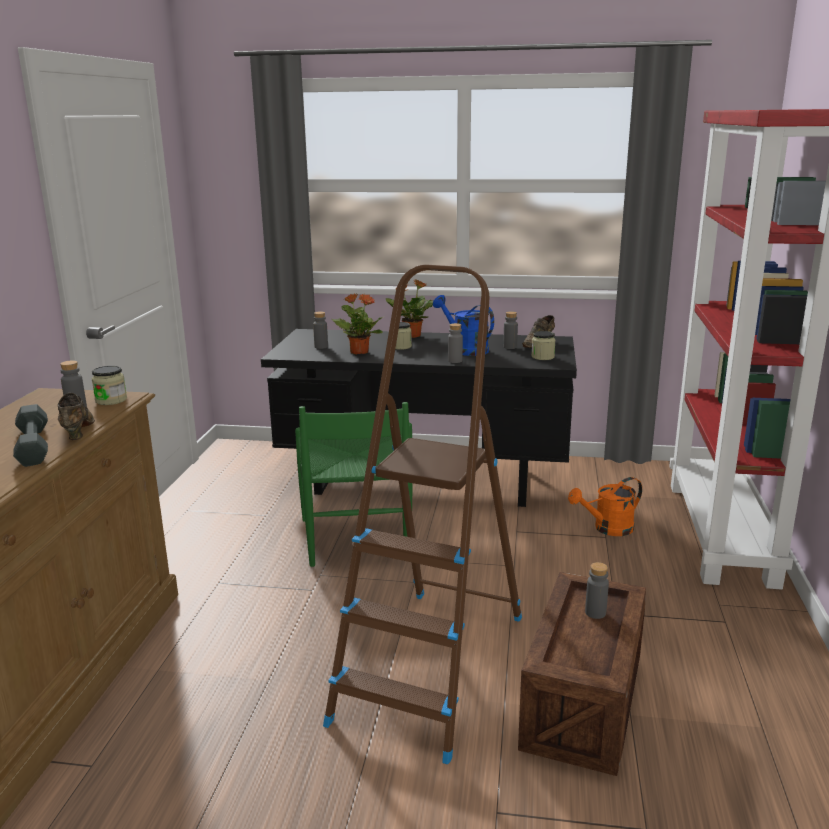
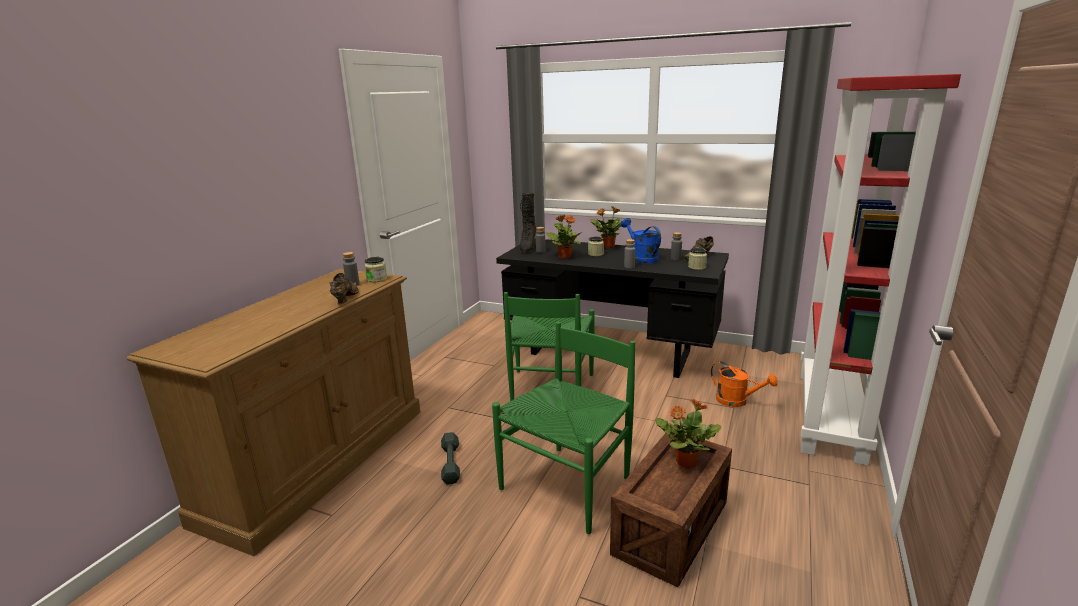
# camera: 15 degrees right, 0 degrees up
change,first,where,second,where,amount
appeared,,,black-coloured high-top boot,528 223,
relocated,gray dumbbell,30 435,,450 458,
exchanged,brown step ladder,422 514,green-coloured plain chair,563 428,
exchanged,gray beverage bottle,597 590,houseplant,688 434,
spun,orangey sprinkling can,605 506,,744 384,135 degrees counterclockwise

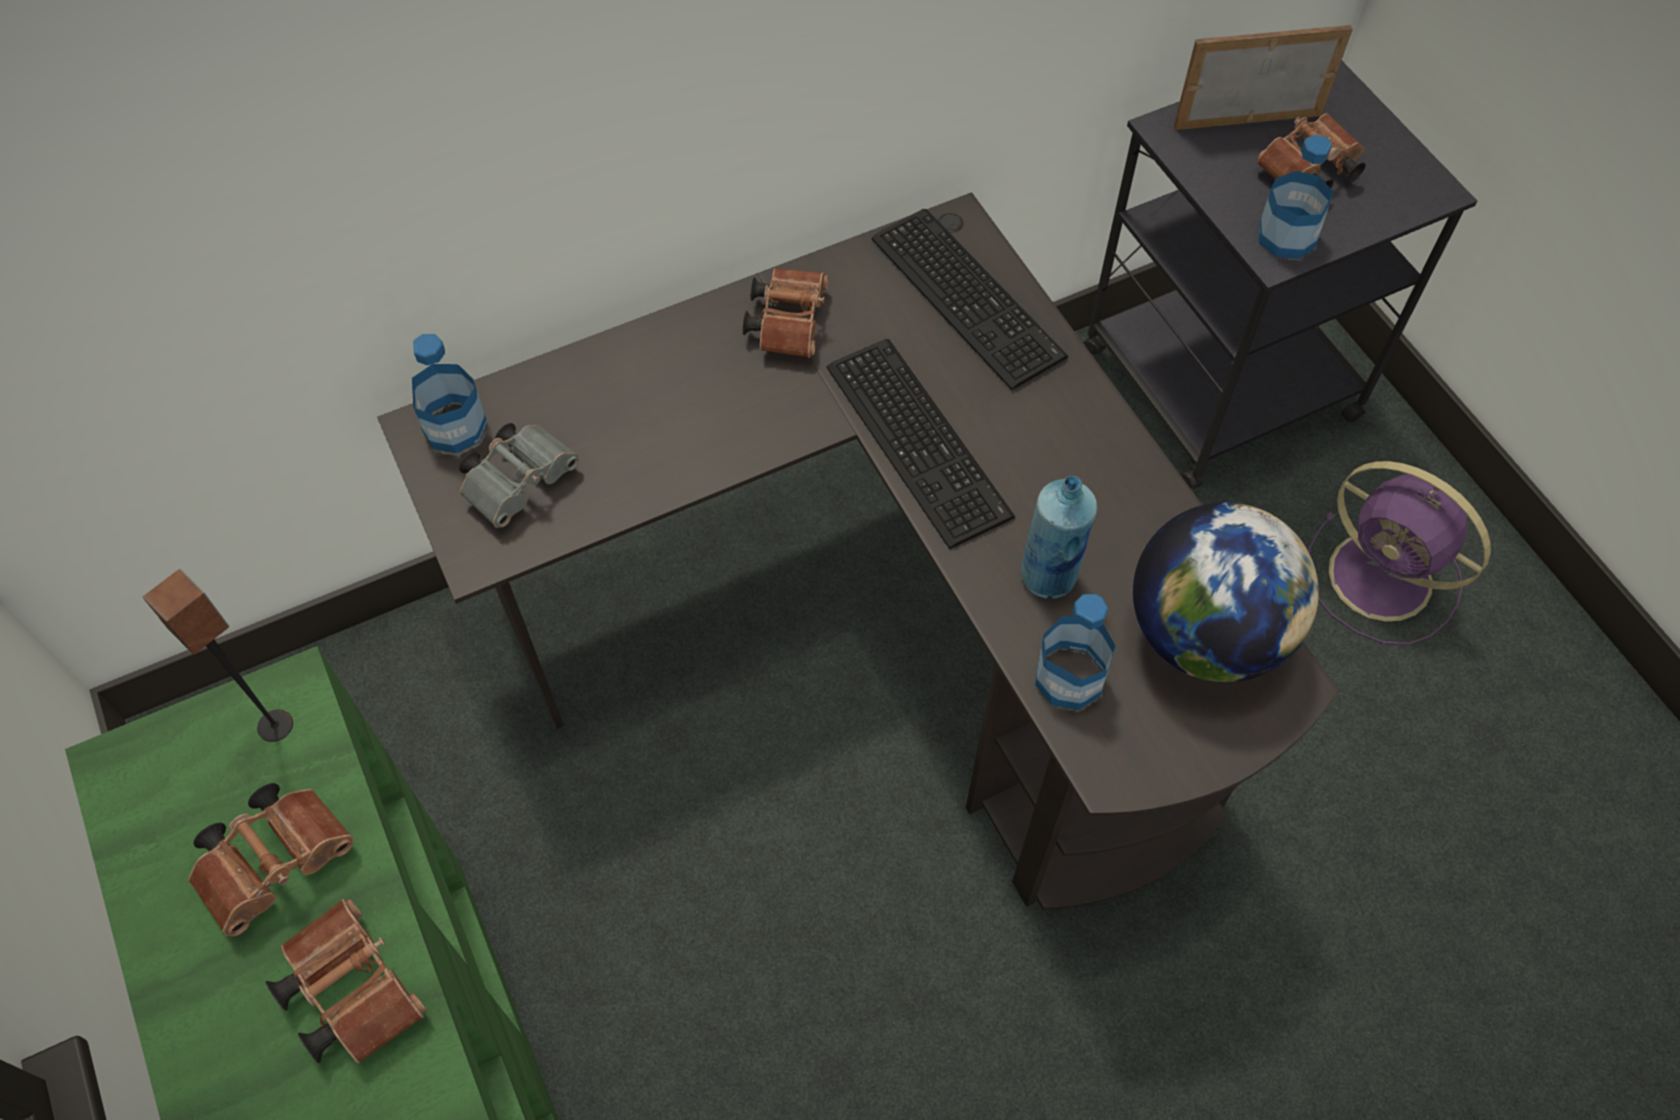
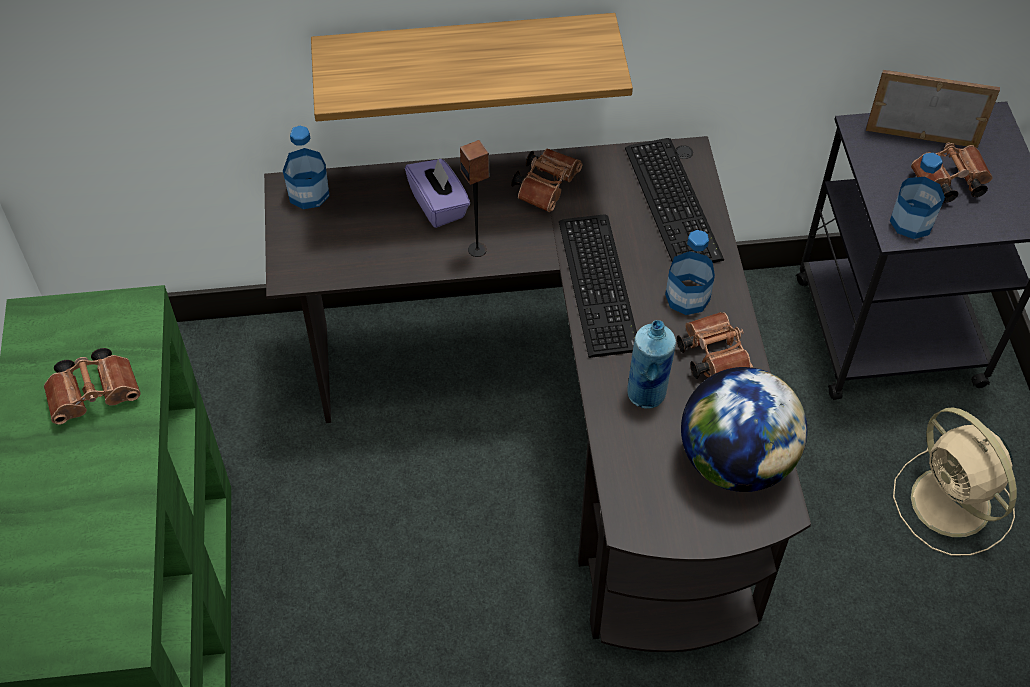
# camera: 20 degrees right, 5 degrees down
change,first,where,second,where,amount
missing,gray pair of binoculars,519 475,,,
appeared,,,wall shelf,472 67,
appeared,,,purple-coloured box of tissues,437 193,
relocated,audio speaker,218 655,,474 198,
relocated,brown pair of binoculars,346 981,,715 345,
relocated,beverage bottle,1075 652,,690 272,
colour,purple-coloured fan,1399 553,beige fan,955 481,

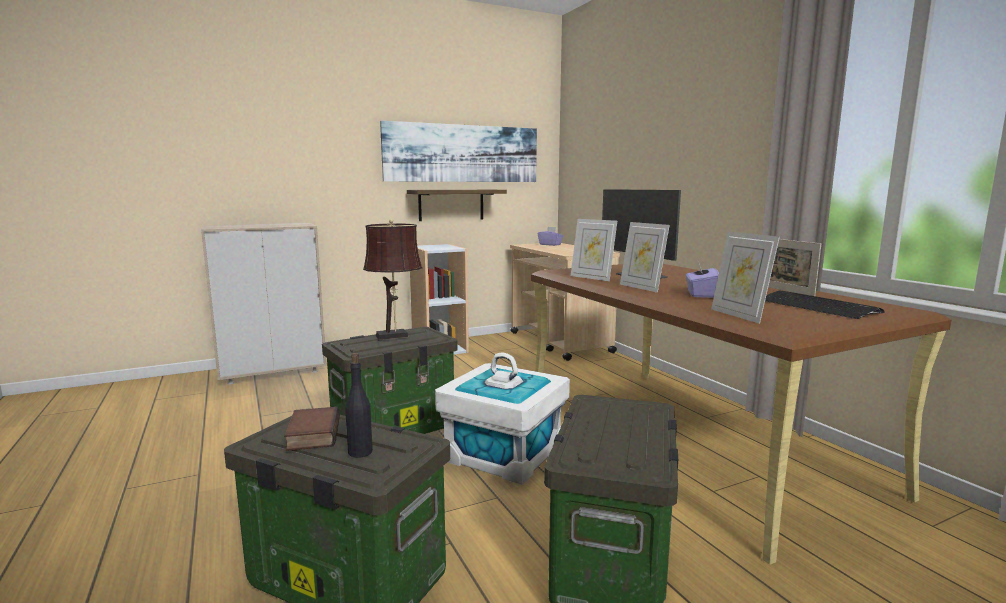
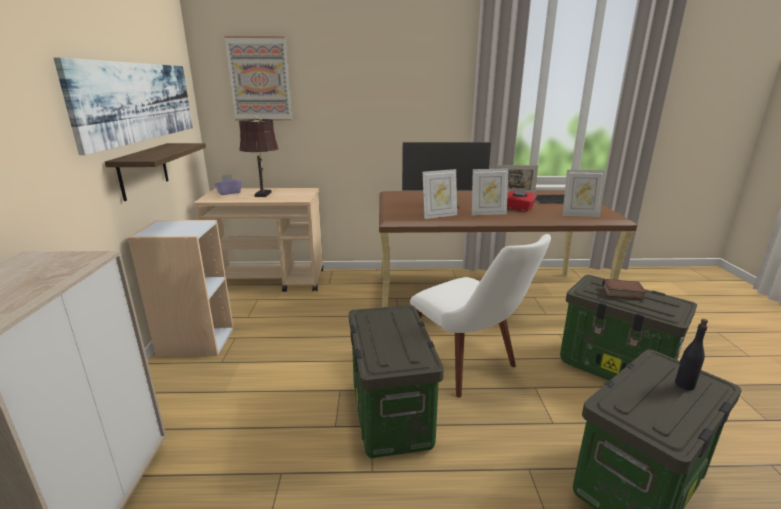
# camera: 65 degrees left, 10 degrees up
change,first,where,second,where,amount
appeared,,,picture,258 78,
relocated,bound book,312 429,,624 289,
relocated,brown lamp for a table,392 279,,259 156,
exchanged,whitish storage container,502 418,whitish plain chair,480 315,
colour,purple-coloured box of tissues,702 280,reddish box of tissues,521 199,

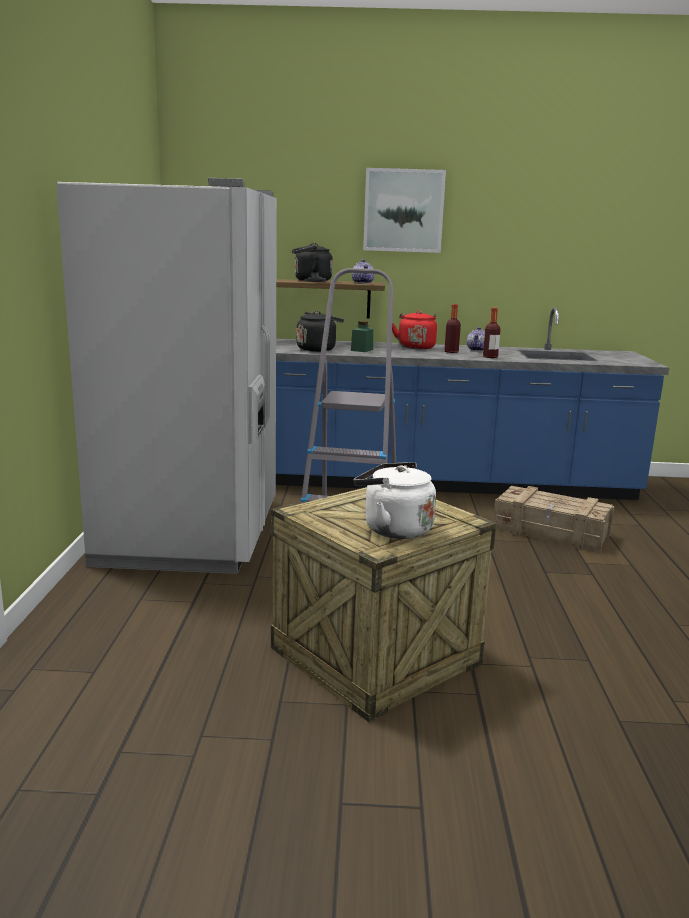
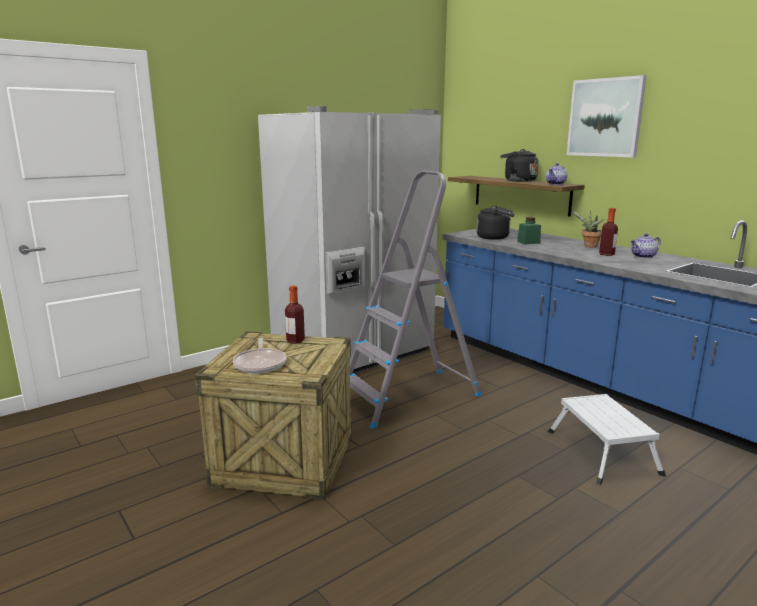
# camera: 50 degrees right, 0 degrees up
change,first,where,second,where,amount
relocated,beverage bottle,492 333,,295 315,
exchanged,whitish water kettle,395 500,frying pan,260 356,
exchanged,reddish water kettle,414 330,houseplant,587 229,
exchanged,shipping crate,553 519,whitish step ladder,606 439,

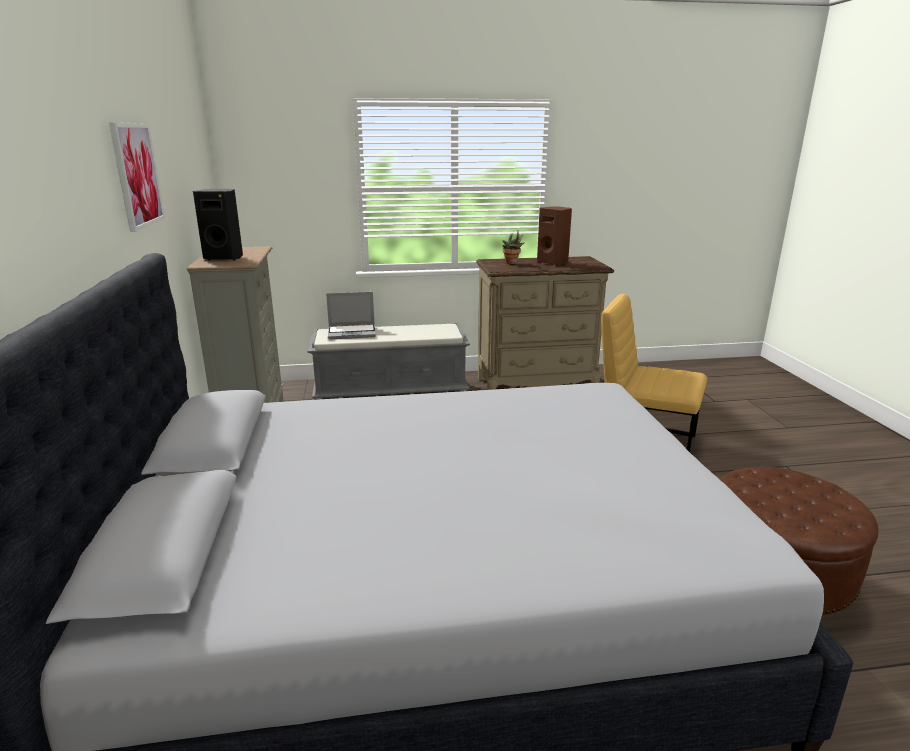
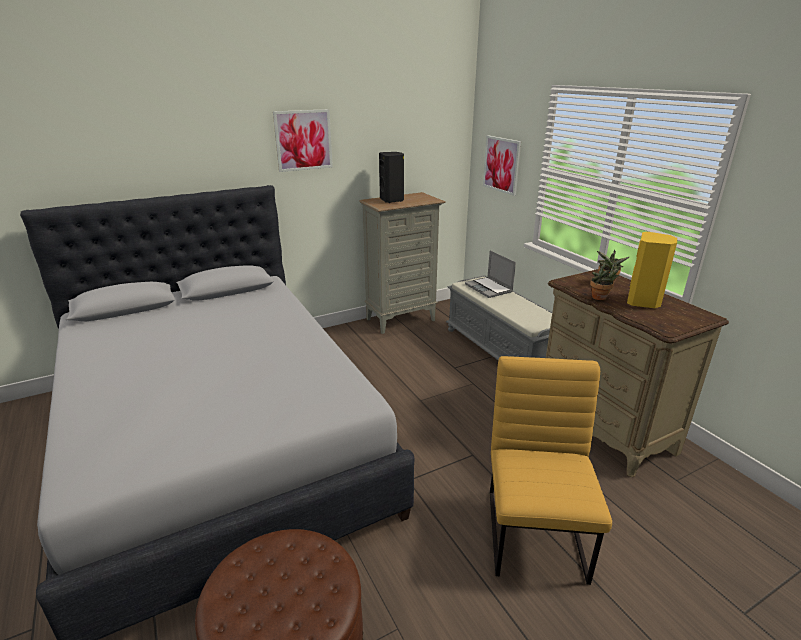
# camera: 70 degrees right, 5 degrees up
change,first,where,second,where,amount
appeared,,,picture,502 165,
appeared,,,houseplant,604 280,
colour,brown audio speaker,554 236,yellow audio speaker,652 270,

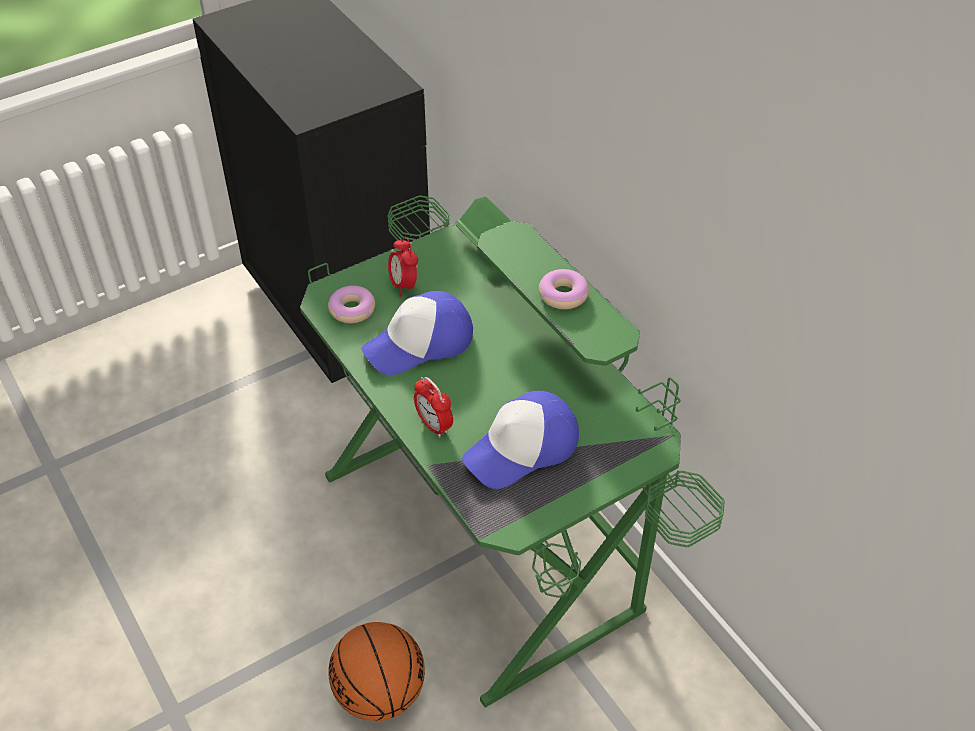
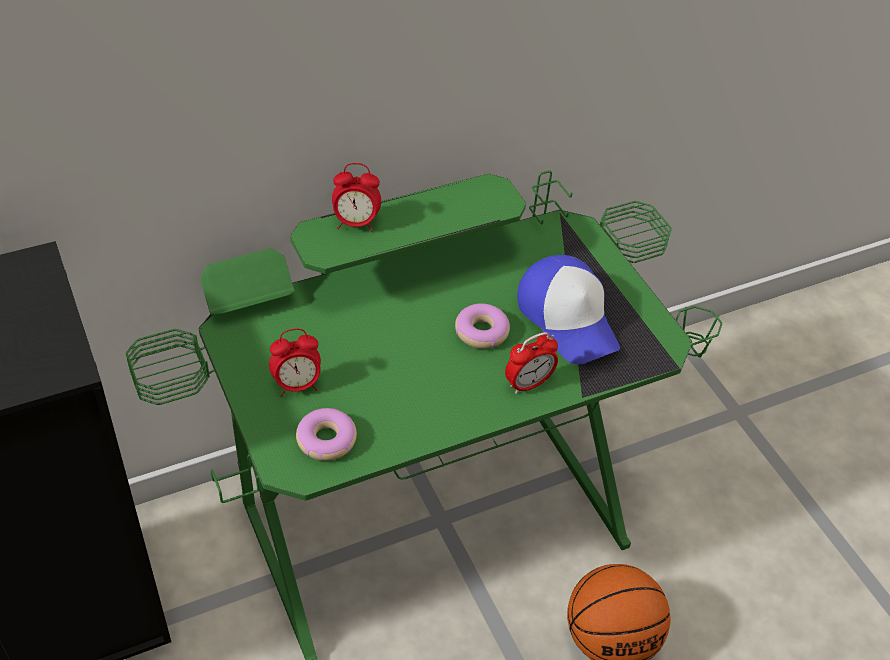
# camera: 85 degrees left, 0 degrees up
change,first,where,second,where,amount
missing,peaked cap,417 333,,,
appeared,,,alarm clock,356 197,
relocated,doughnut,564 289,,482 326,

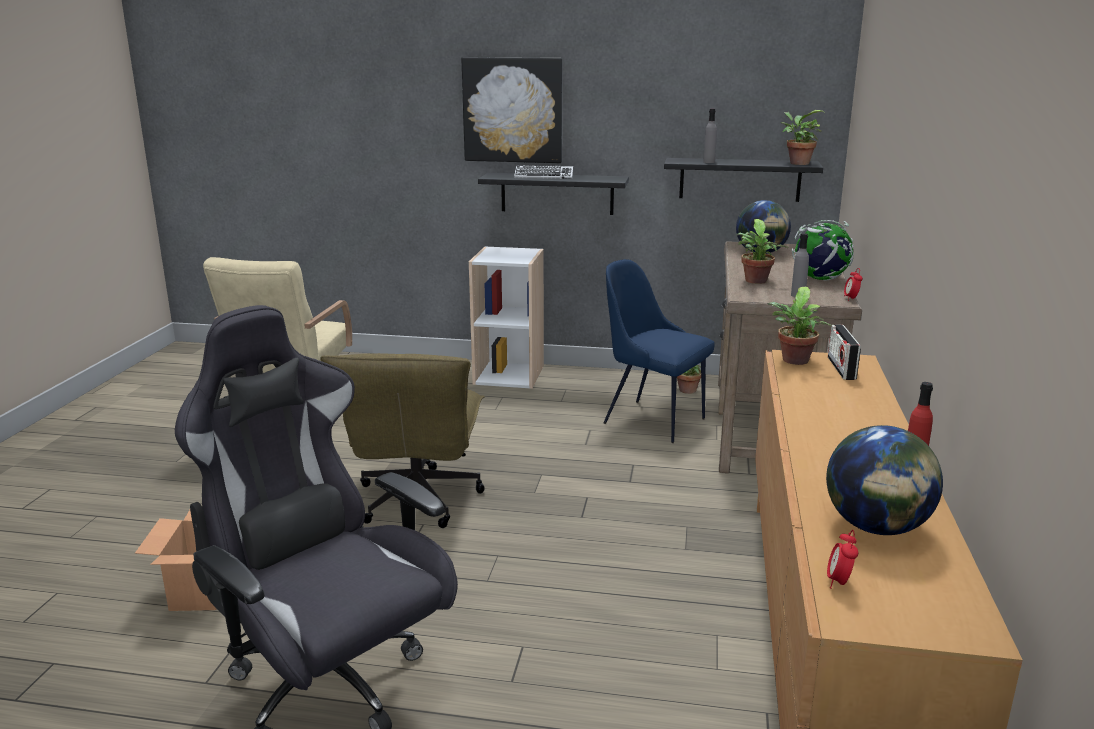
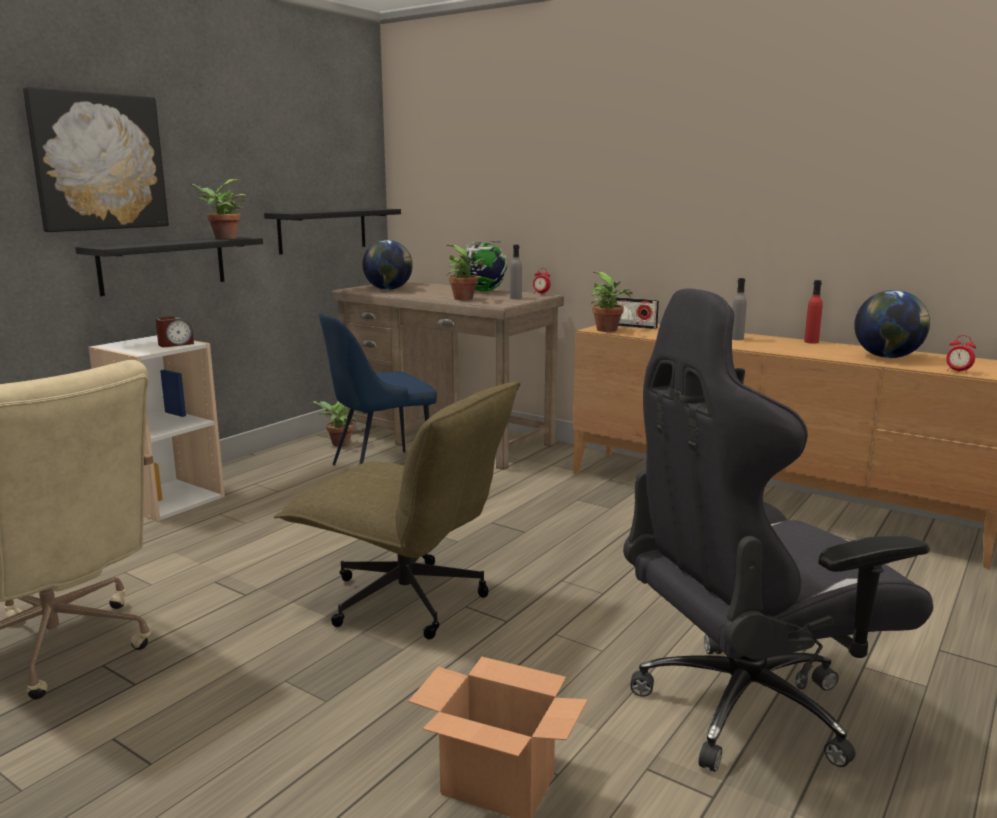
# camera: 65 degrees left, 5 degrees down
change,first,where,second,where,amount
missing,keyboard,543 172,,,
appeared,,,alarm clock,174 331,
relocated,gray beverage bottle,710 136,,739 309,
relocated,houseplant,802 137,,218 209,

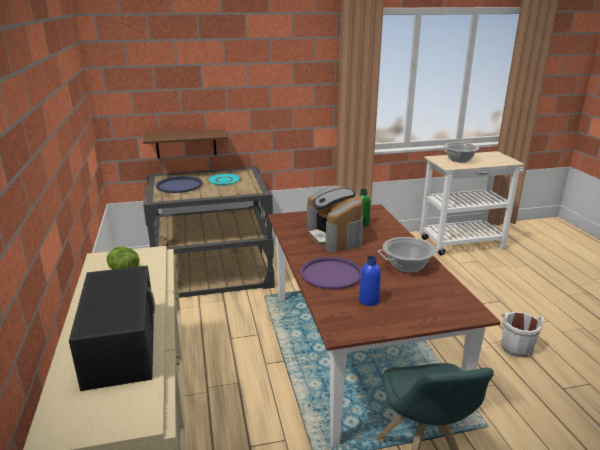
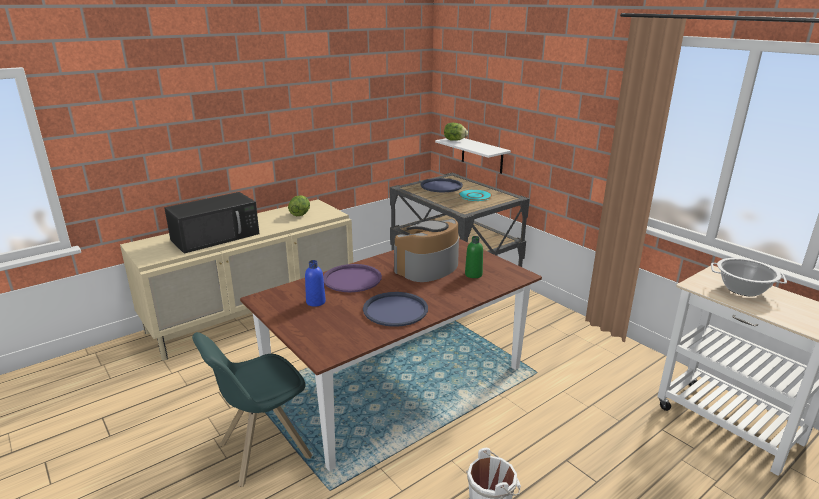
# camera: 65 degrees right, 0 degrees up
change,first,where,second,where,amount
appeared,,,lettuce,456 132,
exchanged,cooking pot,408 255,bluish carrying tray,395 309,
colour,brown wall shelf,185 144,whitish wall shelf,473 156,

